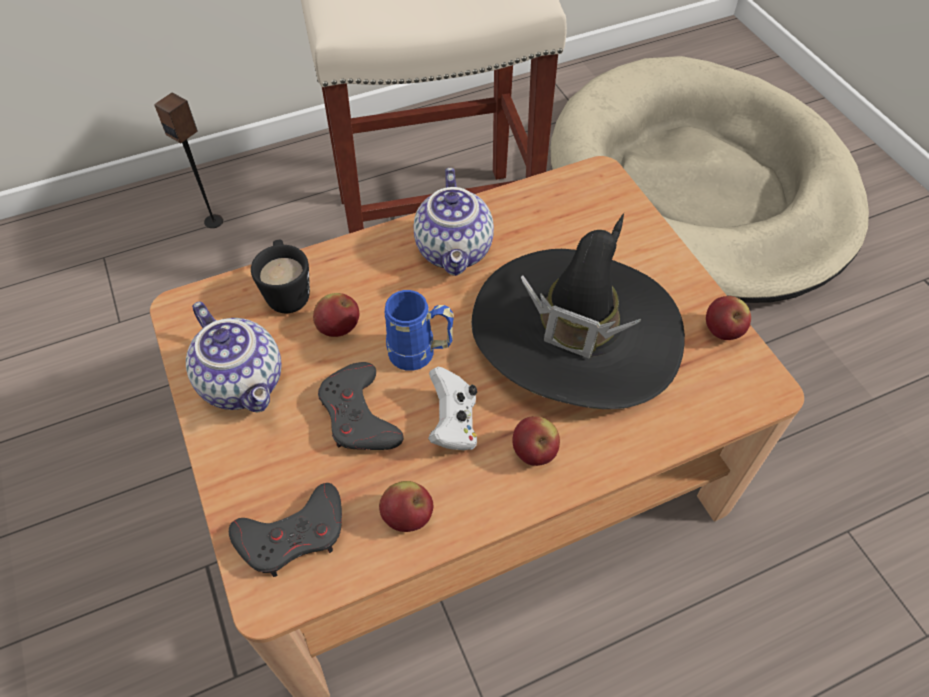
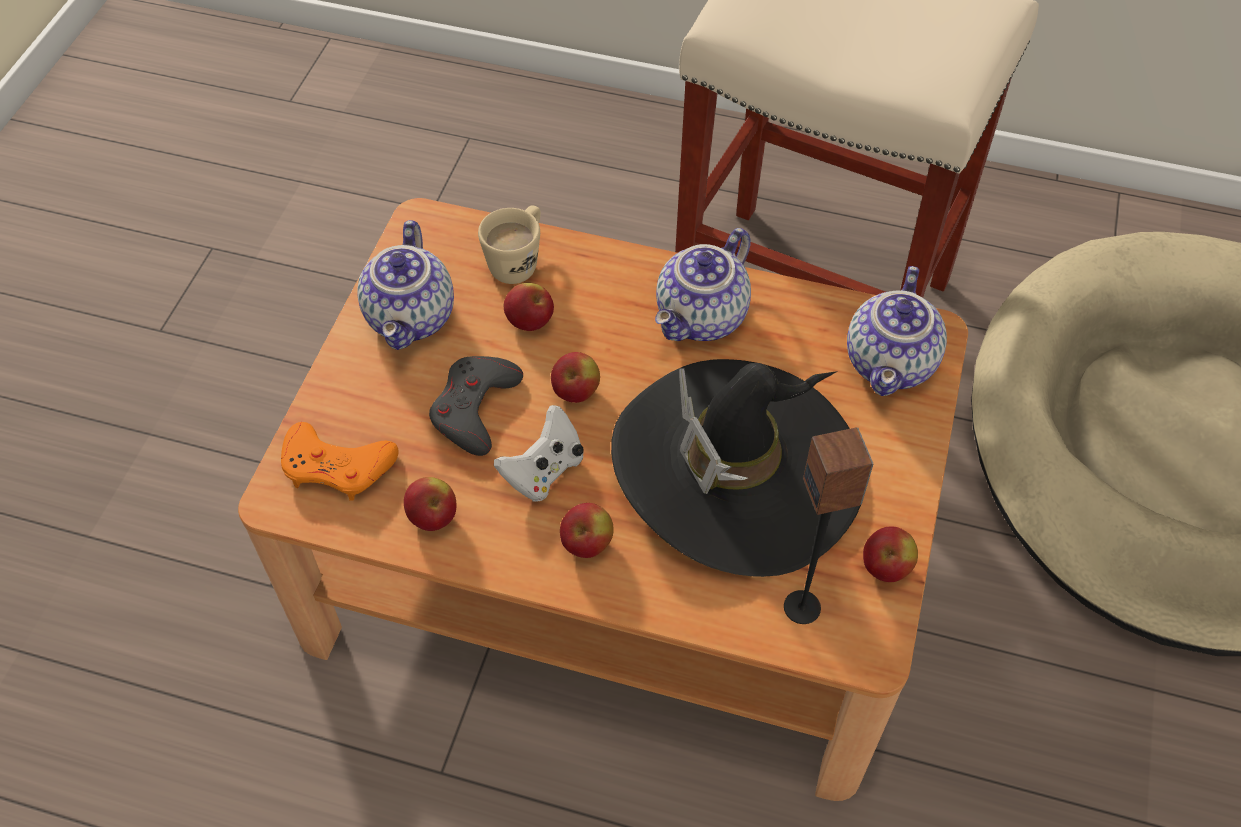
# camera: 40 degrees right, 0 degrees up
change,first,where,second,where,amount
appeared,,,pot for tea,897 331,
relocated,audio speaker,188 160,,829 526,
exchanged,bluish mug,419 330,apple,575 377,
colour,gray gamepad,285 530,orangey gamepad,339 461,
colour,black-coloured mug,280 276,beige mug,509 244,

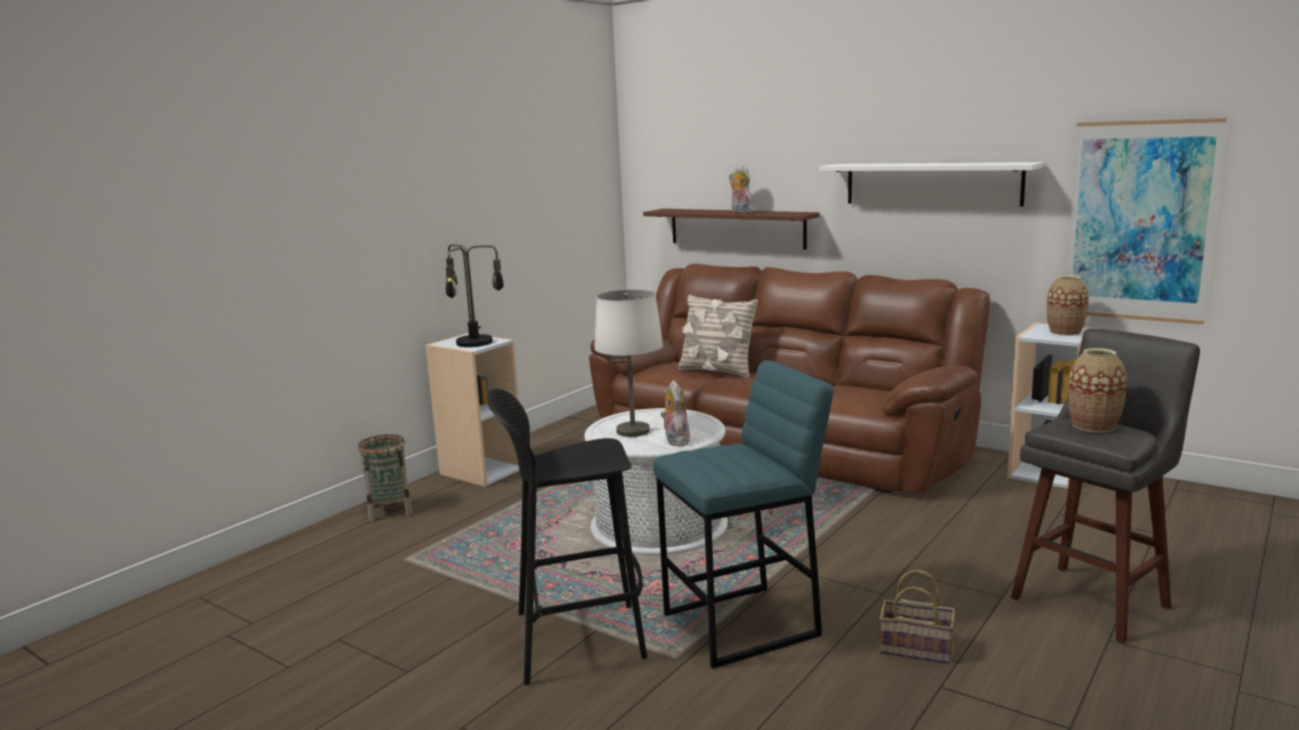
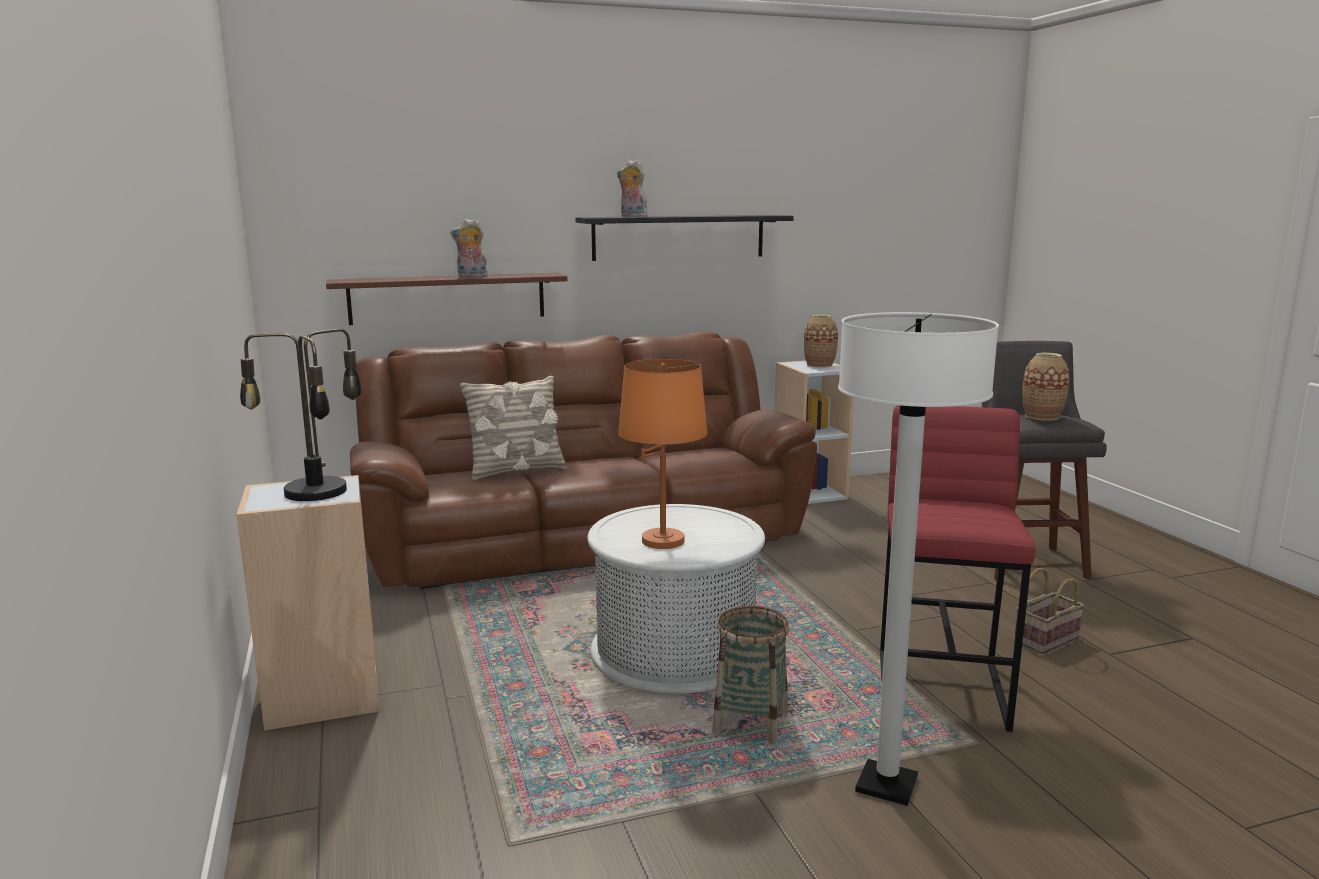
# camera: 55 degrees left, 0 degrees up
change,first,where,second,where,amount
missing,picture,1147 221,,,
relocated,storage basket,385 477,,750 675,
relocated,cuddly toy,675 413,,632 188,
exchanged,black-coloured stool,567 537,whitish floor lamp,918 559,
colour,whitish lamp for a table,628 363,orangey lamp for a table,663 454,
colour,turquoise stool,743 514,reddish stool,958 568,
colour,whitish wall shelf,931 184,black-coloured wall shelf,685 238,

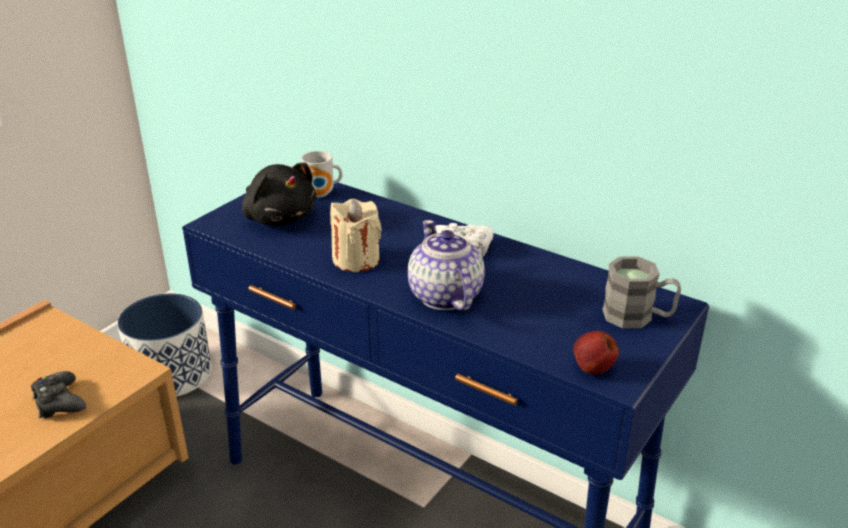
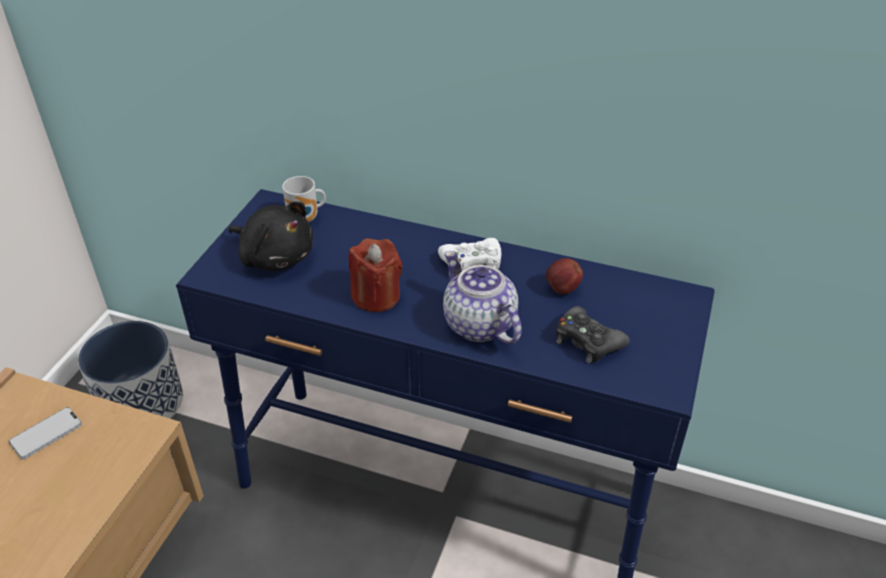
# camera: 15 degrees left, 10 degrees up
change,first,where,second,where,amount
missing,gray mug,641 292,,,
appeared,,,handset,45 433,
relocated,black-coloured gamepad,58 395,,593 334,
relocated,apple,596 353,,564 276,
colour,beige wax candle,356 235,reddish wax candle,376 275,

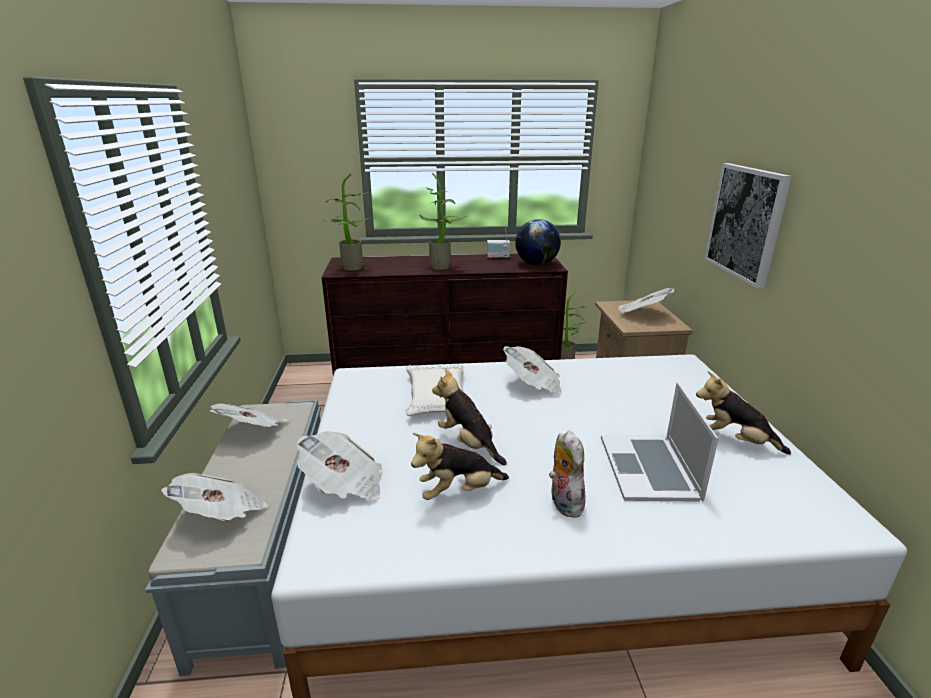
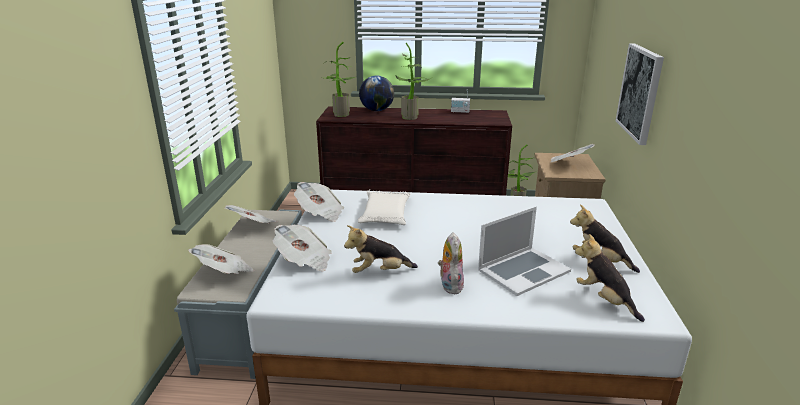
# camera: 10 degrees right, 0 degrees up
change,first,where,second,where,amount
relocated,cuddly toy,469 417,,610 278,
relocated,newspaper,532 370,,319 202,
relocated,world globe,538 242,,376 93,
spun,portable computer,659 442,,524 251,135 degrees counterclockwise

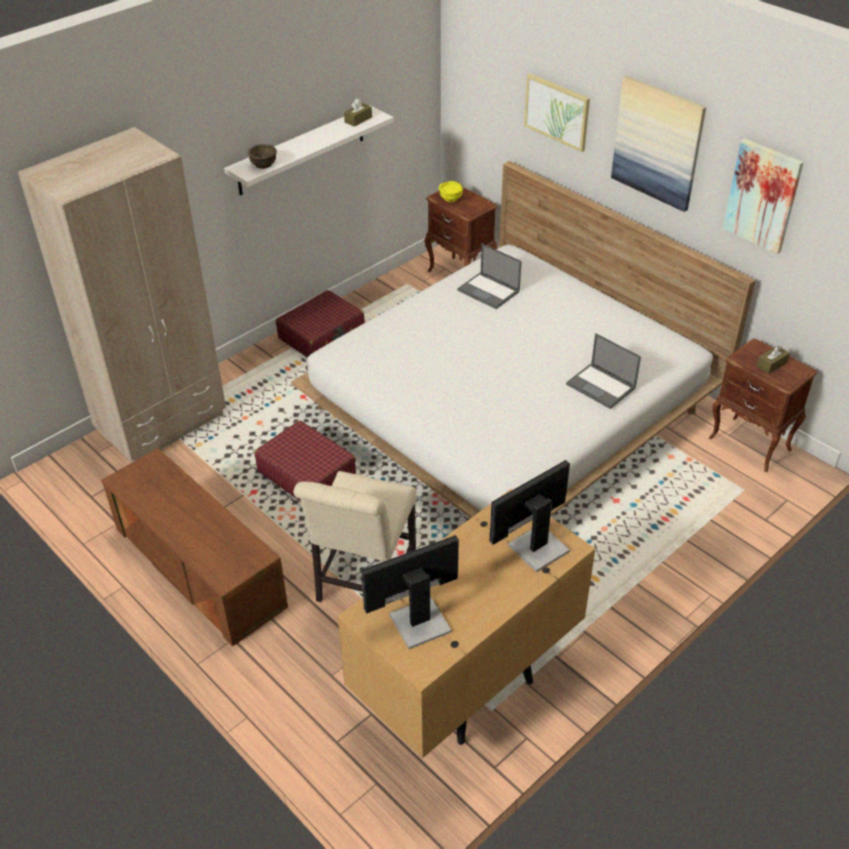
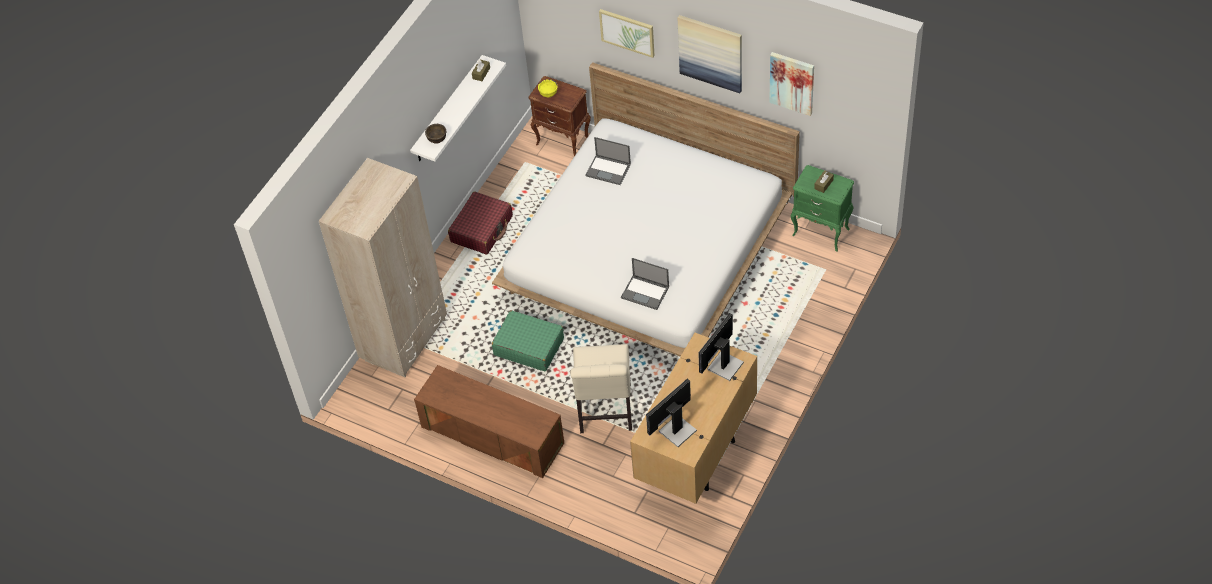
# camera: 15 degrees left, 10 degrees up
change,first,where,second,where,amount
relocated,portable computer,603 371,,645 284,
colour,reddish piece of luggage,305 460,green-coloured piece of luggage,528 340,
colour,brown bedside table,763 406,green-coloured bedside table,822 208,

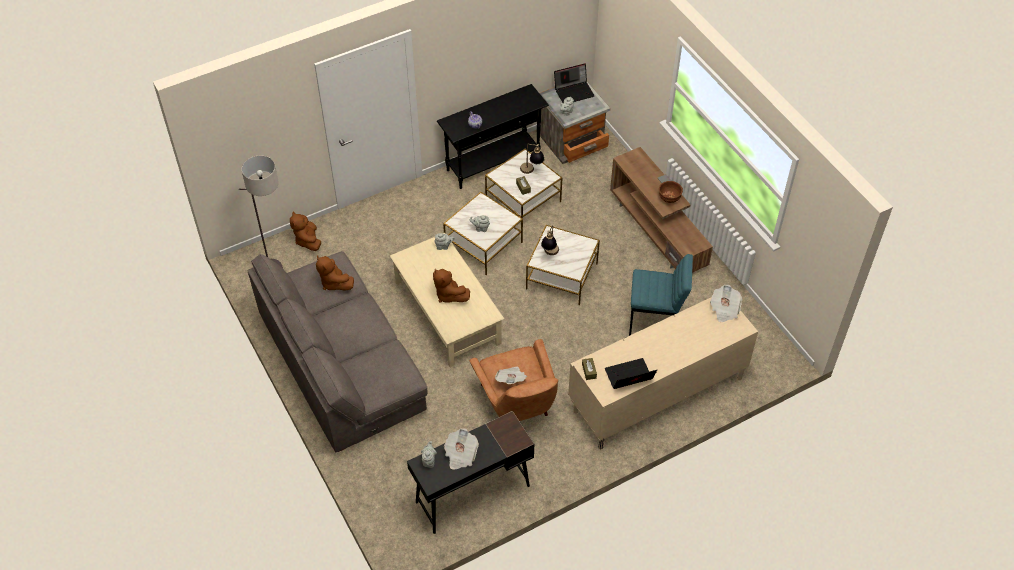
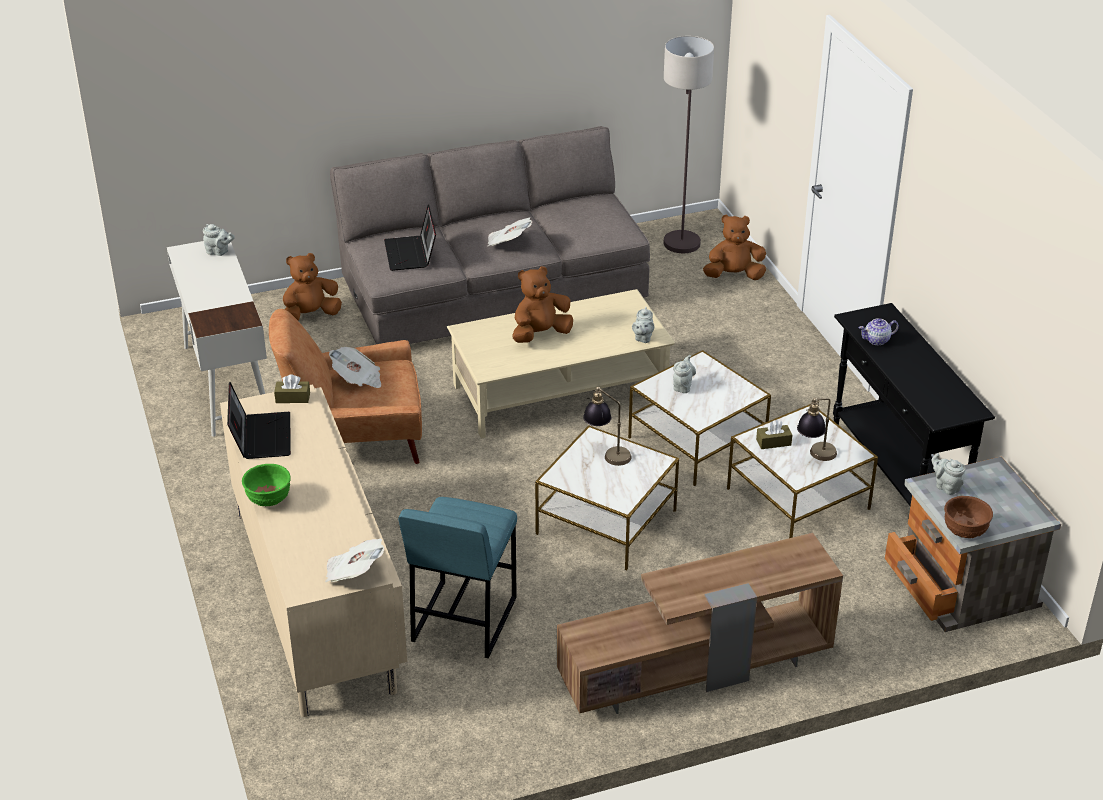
# camera: 100 degrees right, 15 degrees down
change,first,where,second,where,amount
appeared,,,green-coloured bowl,266 485,
relocated,brown cuddly toy,335 273,,312 286,
relocated,newspaper,461 449,,509 232,
relocated,portable computer,574 83,,410 238,
relocated,brown bowl,671 192,,968 517,
colour,black-coloured desk,470 472,whitish desk,217 339,

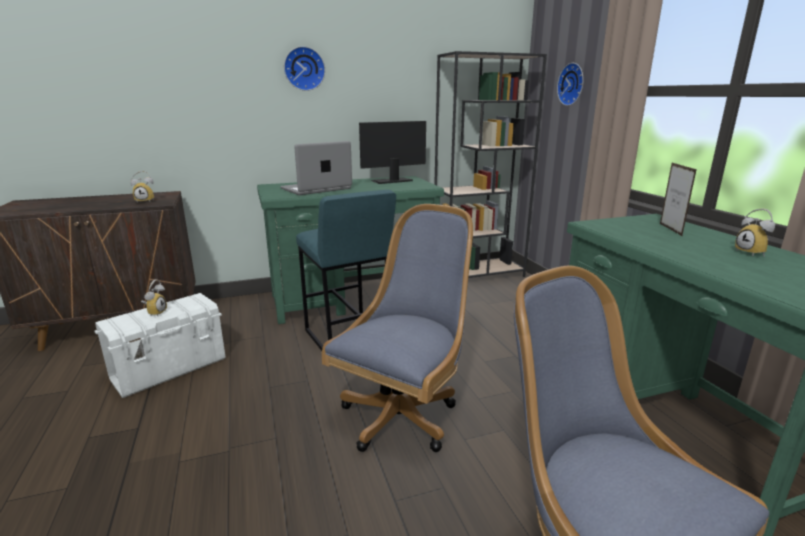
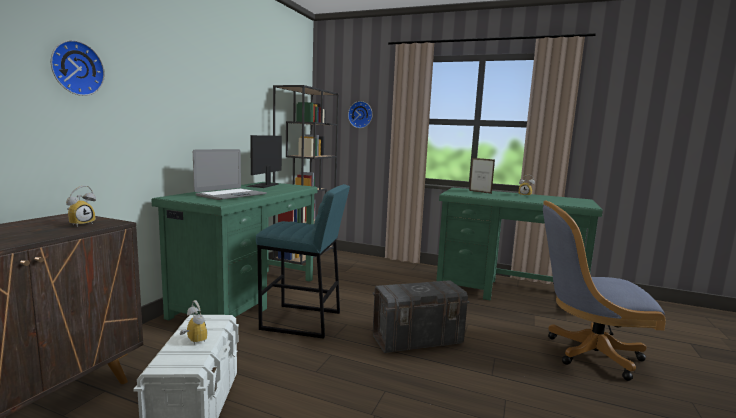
# camera: 50 degrees left, 10 degrees down
change,first,where,second,where,amount
relocated,clock on the wall,304 68,,78 68,
exchanged,bluish computer chair,397 328,gray storage container,421 316,
spun,portable computer,316 168,,230 174,150 degrees counterclockwise

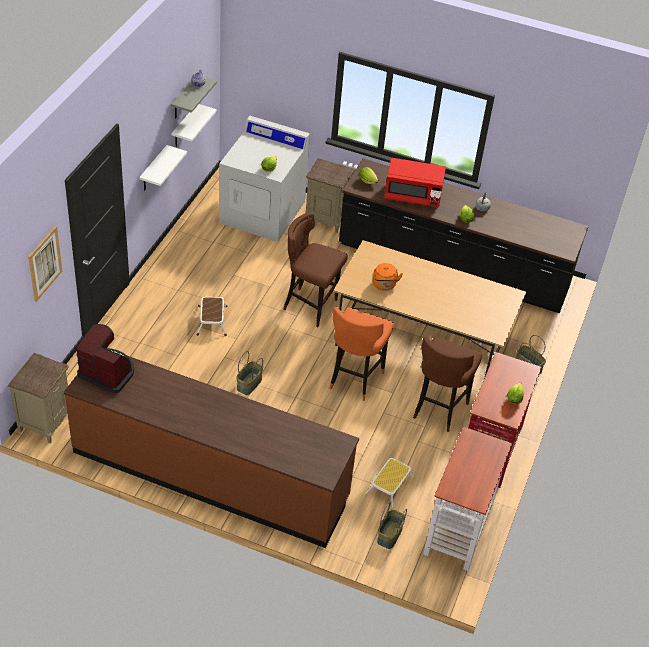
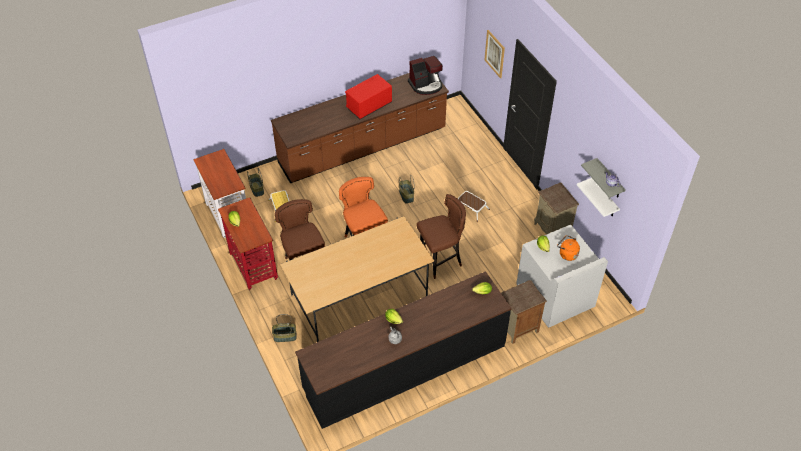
# camera: 135 degrees right, 5 degrees up
change,first,where,second,where,amount
missing,whitish wall shelf,163 167,,,
relocated,beige bedside table,38 398,,556 208,
relocated,orangey water kettle,388 277,,568 248,
relocated,reddish microwave,415 182,,368 96,

